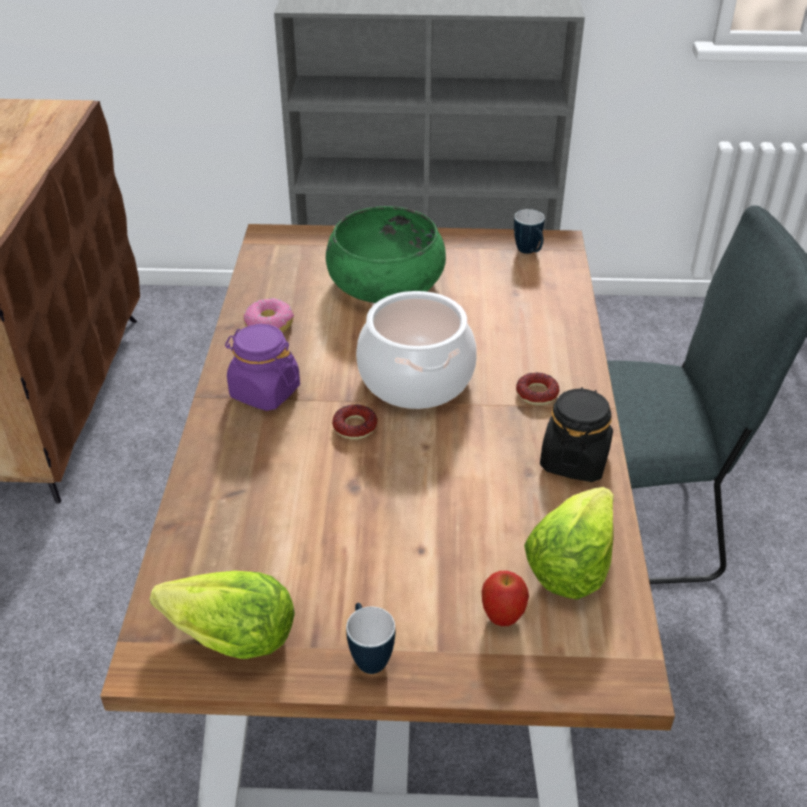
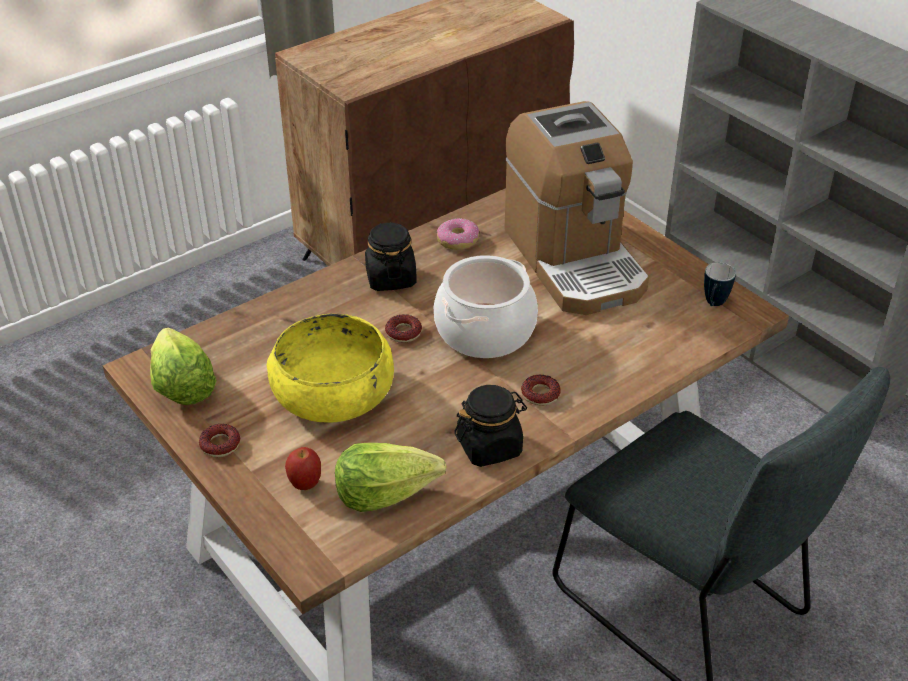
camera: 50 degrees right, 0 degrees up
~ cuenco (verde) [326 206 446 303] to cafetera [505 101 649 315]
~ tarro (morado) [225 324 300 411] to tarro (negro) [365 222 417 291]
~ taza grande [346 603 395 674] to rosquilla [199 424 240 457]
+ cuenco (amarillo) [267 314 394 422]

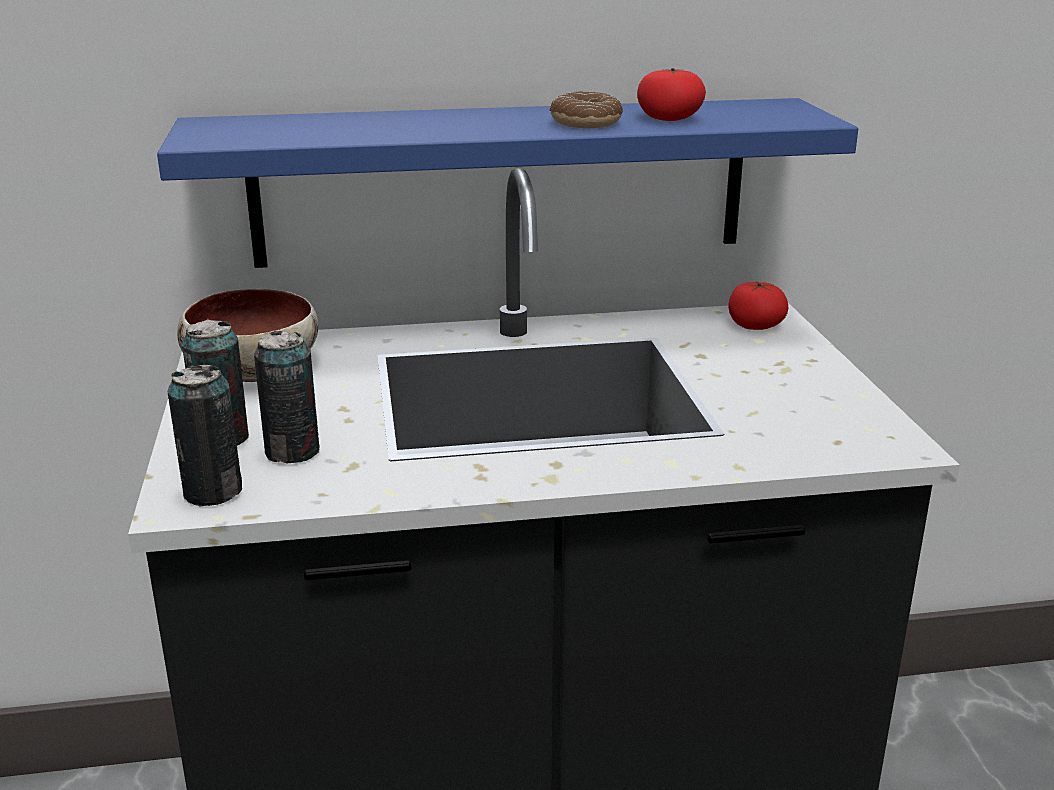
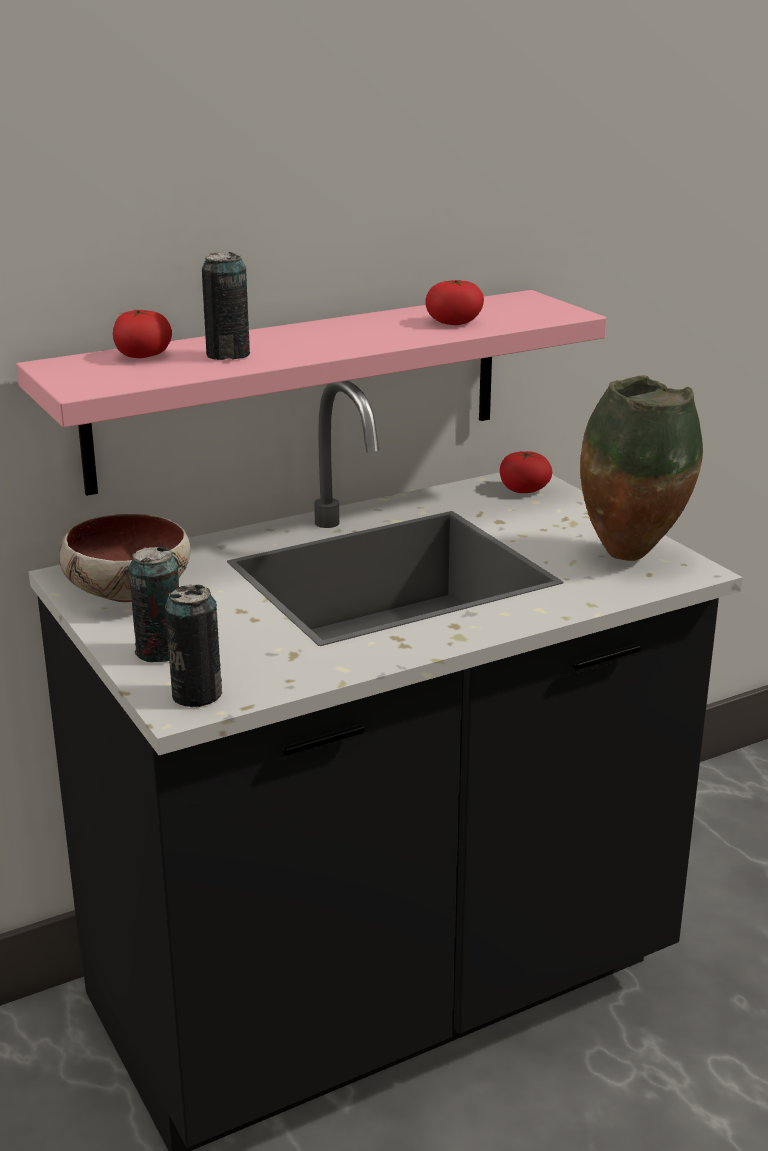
camera: 20 degrees left, 0 degrees up
- rosquilla [550 91 623 128]
~ estante (azul) [157 98 858 268] to estante (rosa) [16 290 607 496]
~ lata [254 331 319 463] to [202 252 250 360]
+ tomate [113 309 172 358]
+ florero [580 376 703 561]

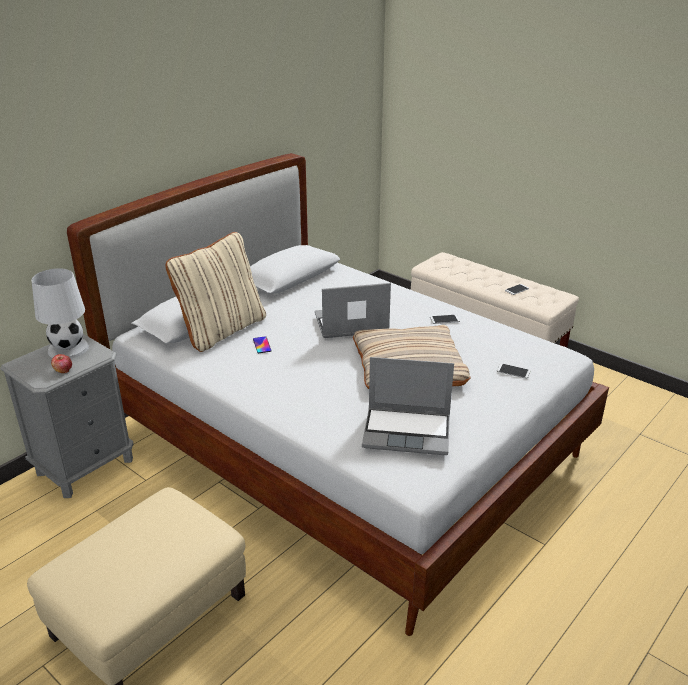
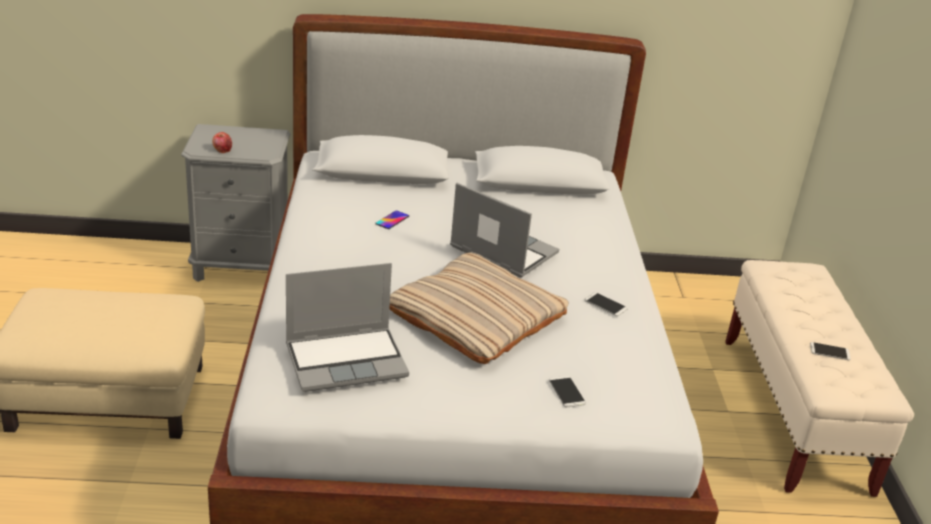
camera: 45 degrees right, 0 degrees up
- cojín (beis) [165 232 266 352]
- lámpara de mesa (blanco) [31 268 89 359]
~ portátil [362 357 454 455] = [286 263 409 392] 75 degrees counterclockwise

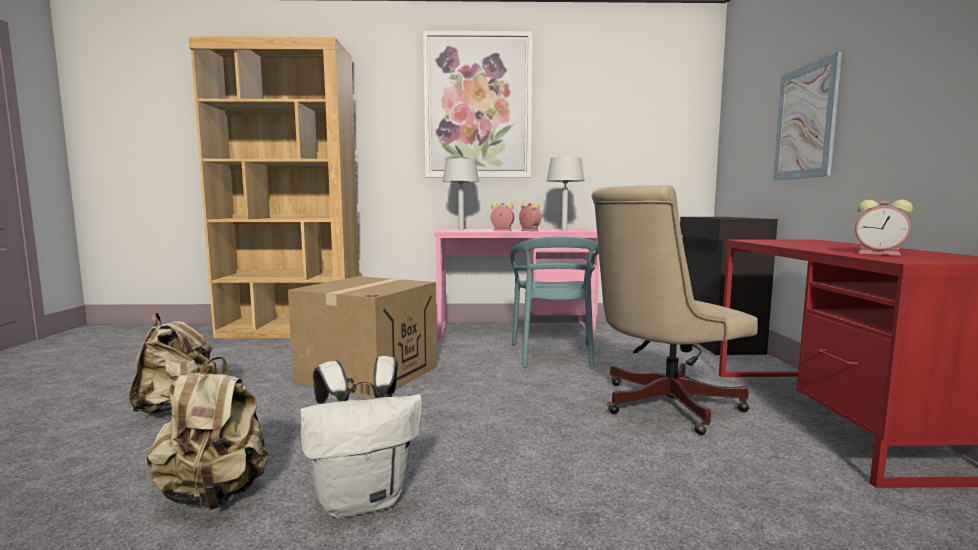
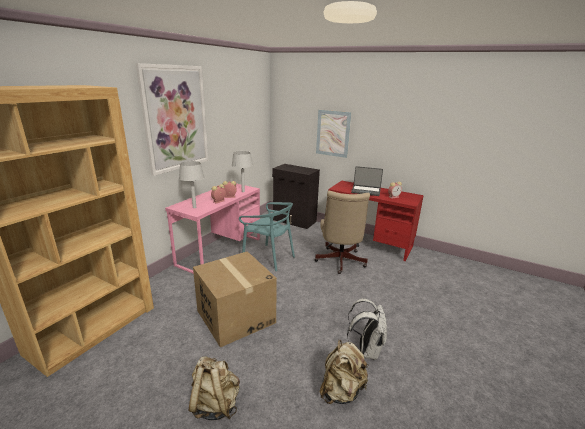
camera: 60 degrees left, 15 degrees up
+ portátil [351 166 383 196]

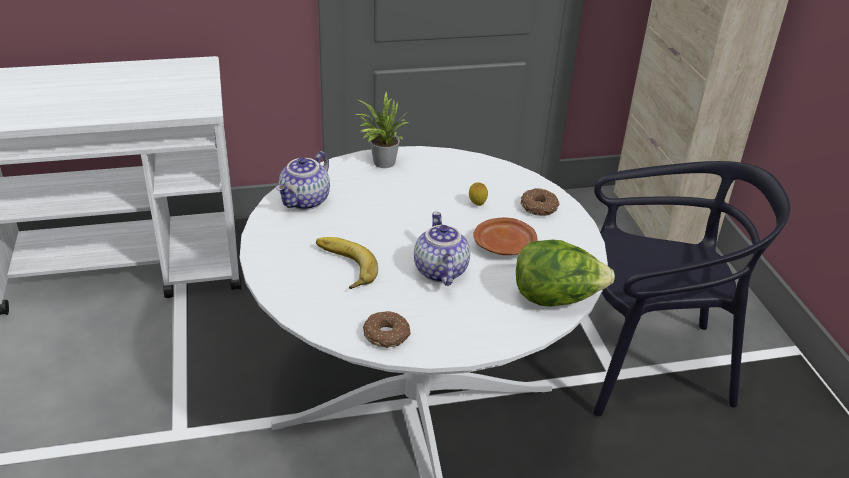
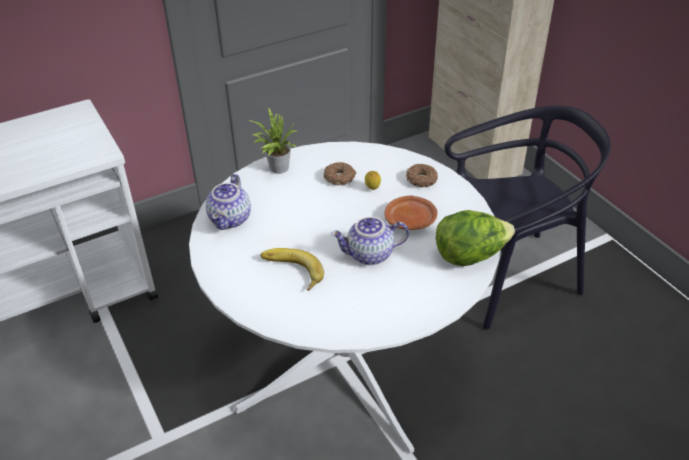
camera: 15 degrees left, 5 degrees up
~ tetera [414 212 470 286] = [331 217 409 265] 75 degrees counterclockwise
~ rosquilla [363 311 411 348] to [324 162 357 185]

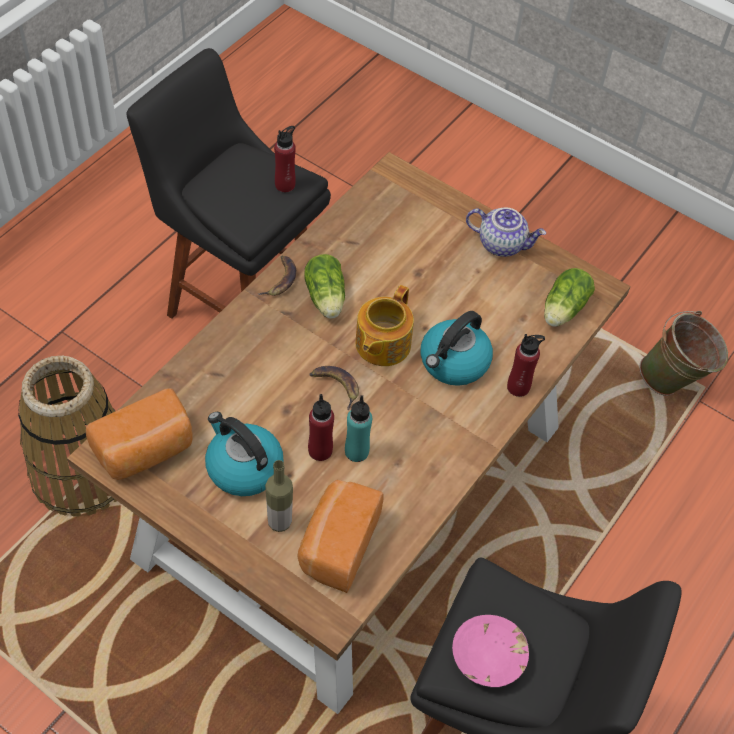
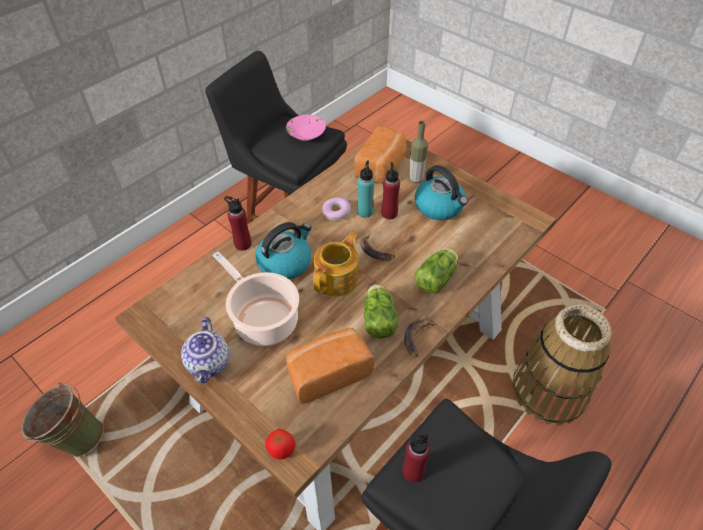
camera: 170 degrees left, 5 degrees down
~ tetera [466 207 546 257] = [181 317 229 383] 120 degrees counterclockwise
~ lechuga [544 268 595 327] to [414 248 458 293]
~ pan [86 388 193 480] to [286 328 374 404]
+ rosquilla [323 198 351 221]
+ olla [213 252 299 346]
+ tomate [265 429 295 459]

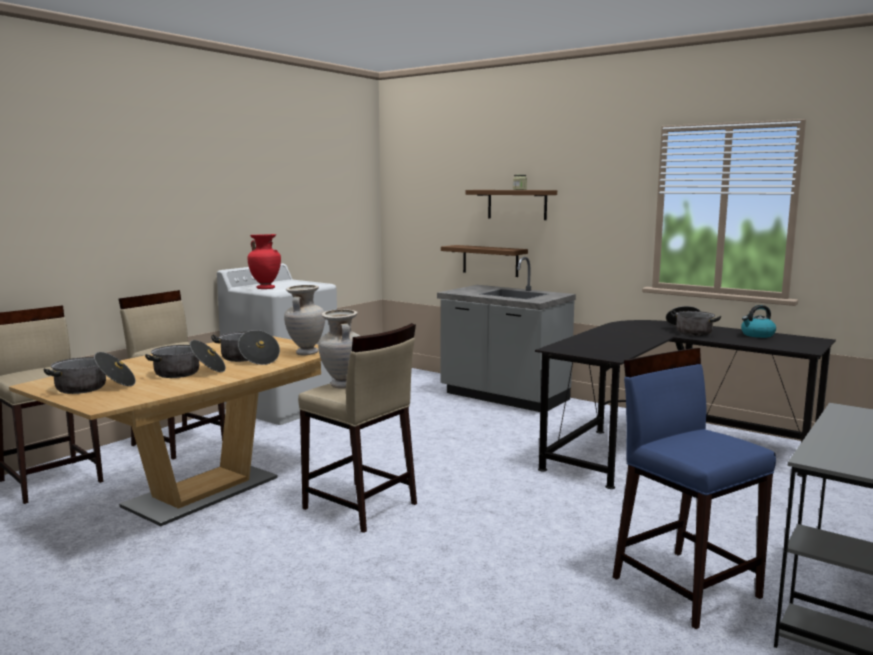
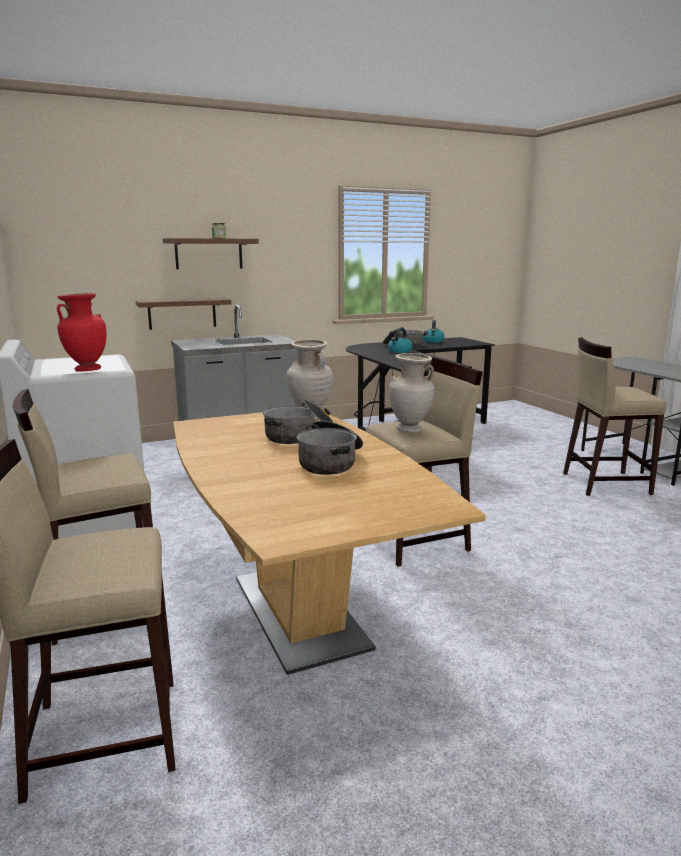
camera: 60 degrees left, 5 degrees up
~ taburete (azul) [613 348 776 629] to taburete (beis) [563 337 667 496]
- olla [44 352 136 394]
+ hervidor [388 328 413 353]

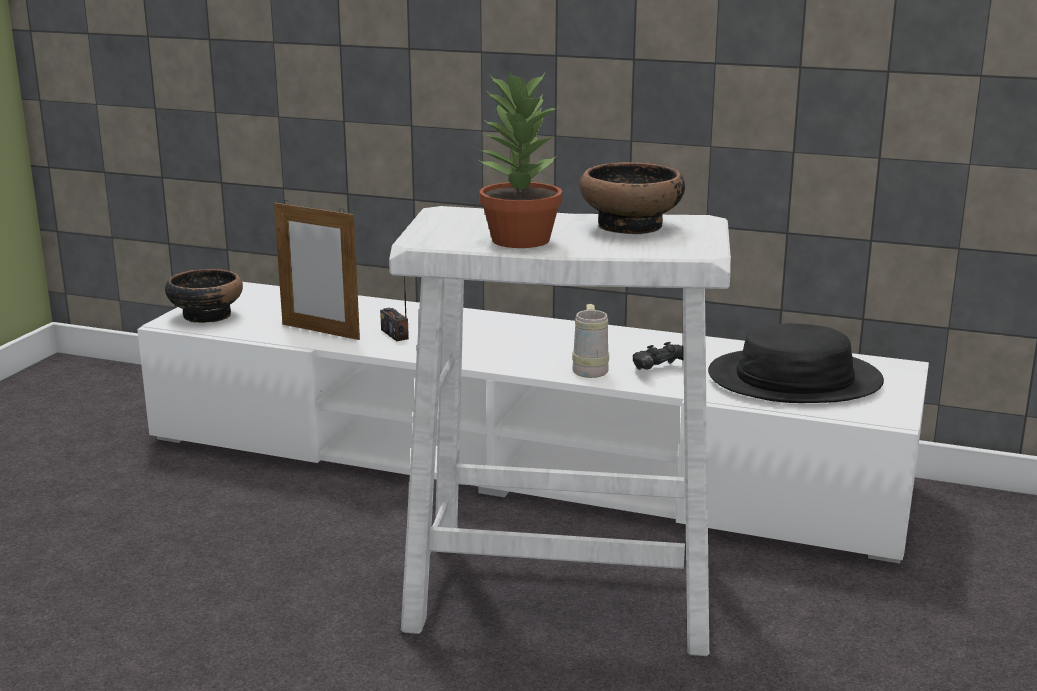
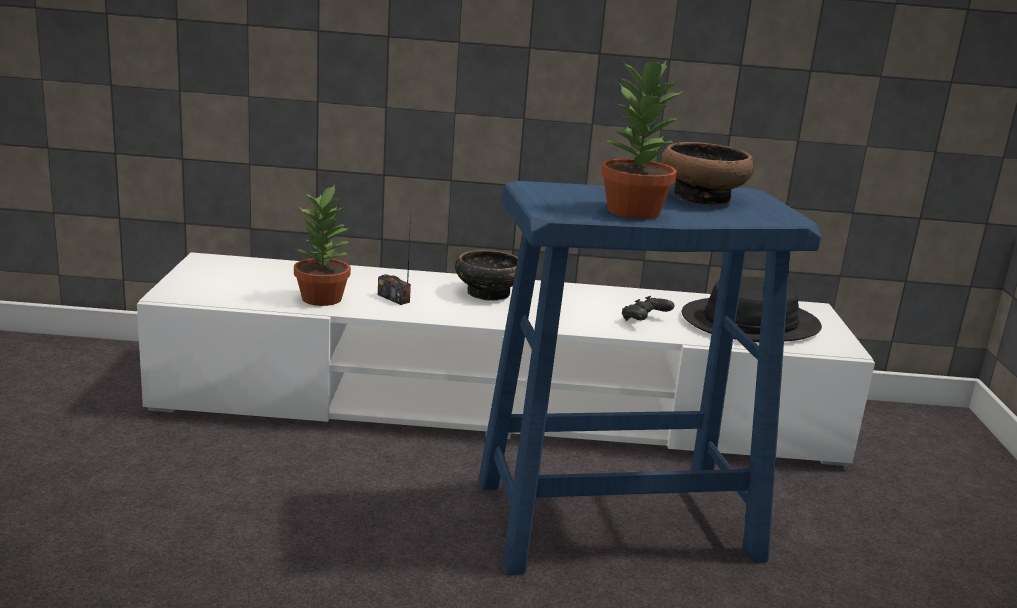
camera: 20 degrees left, 0 degrees up
~ portarretratos [274 200 360 340] to planta en maceta [294 184 351 306]
~ taburete (blanco) [389 206 731 656] to taburete (azul) [479 181 821 575]
~ cuenco [165 269 243 323] to [455 250 518 301]
- taza grande (beis) [572 304 609 378]

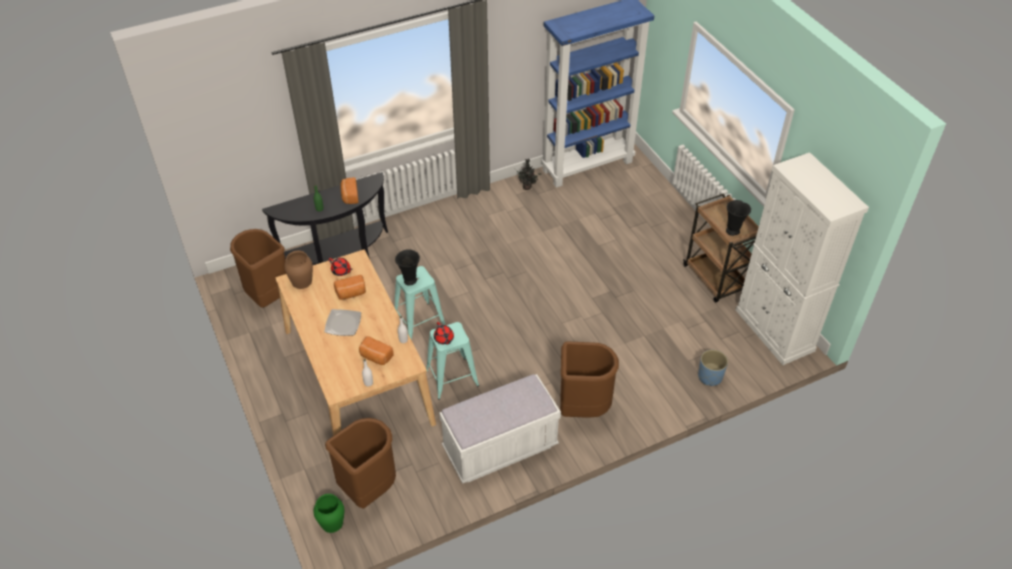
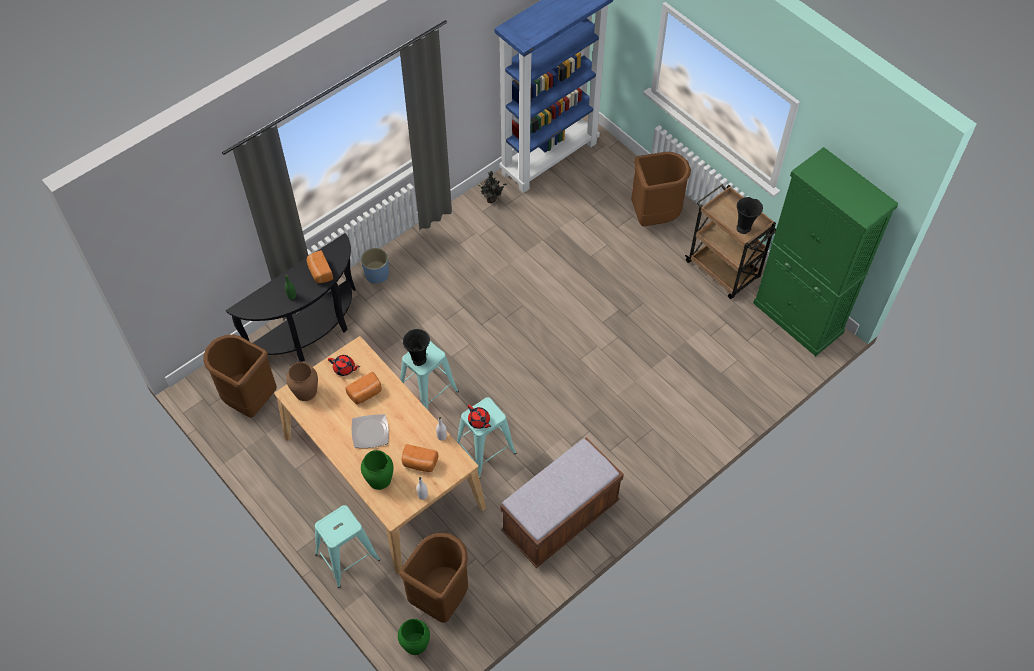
camera: 15 degrees left, 10 degrees up
~ armario (blanco) [736 152 869 365] to armario (verde) [753 147 899 356]
~ papelera (marrón) [560 341 619 418] to [631 152 691 227]
~ maceta (azul) [698 350 728 386] to [361 248 389 284]
~ banco (blanco) [439 374 561 484] to banco (marrón) [500 437 624 568]
+ florero (verde) [361 450 394 490]
+ taburete (turquesa) [315 505 380 588]

